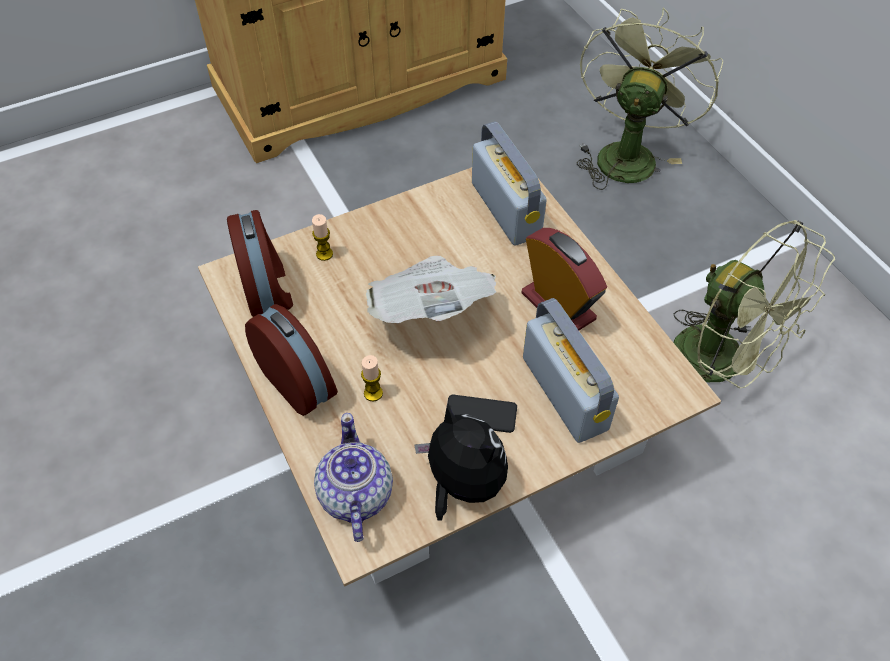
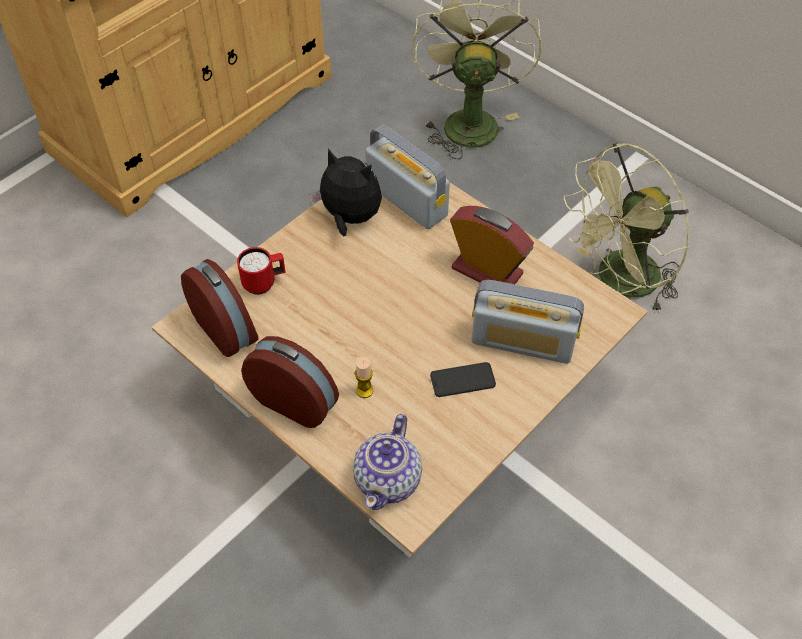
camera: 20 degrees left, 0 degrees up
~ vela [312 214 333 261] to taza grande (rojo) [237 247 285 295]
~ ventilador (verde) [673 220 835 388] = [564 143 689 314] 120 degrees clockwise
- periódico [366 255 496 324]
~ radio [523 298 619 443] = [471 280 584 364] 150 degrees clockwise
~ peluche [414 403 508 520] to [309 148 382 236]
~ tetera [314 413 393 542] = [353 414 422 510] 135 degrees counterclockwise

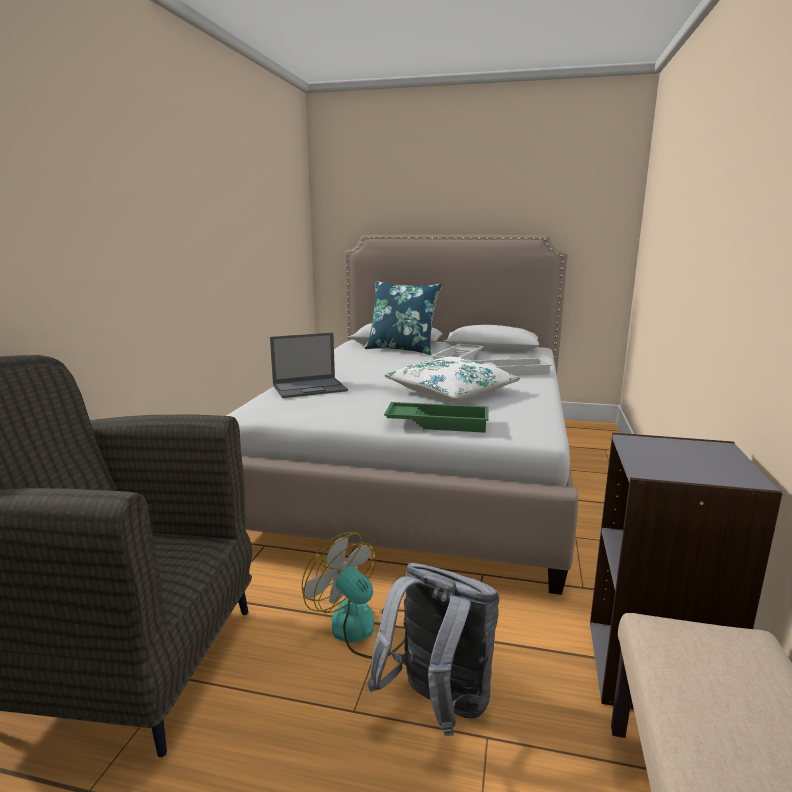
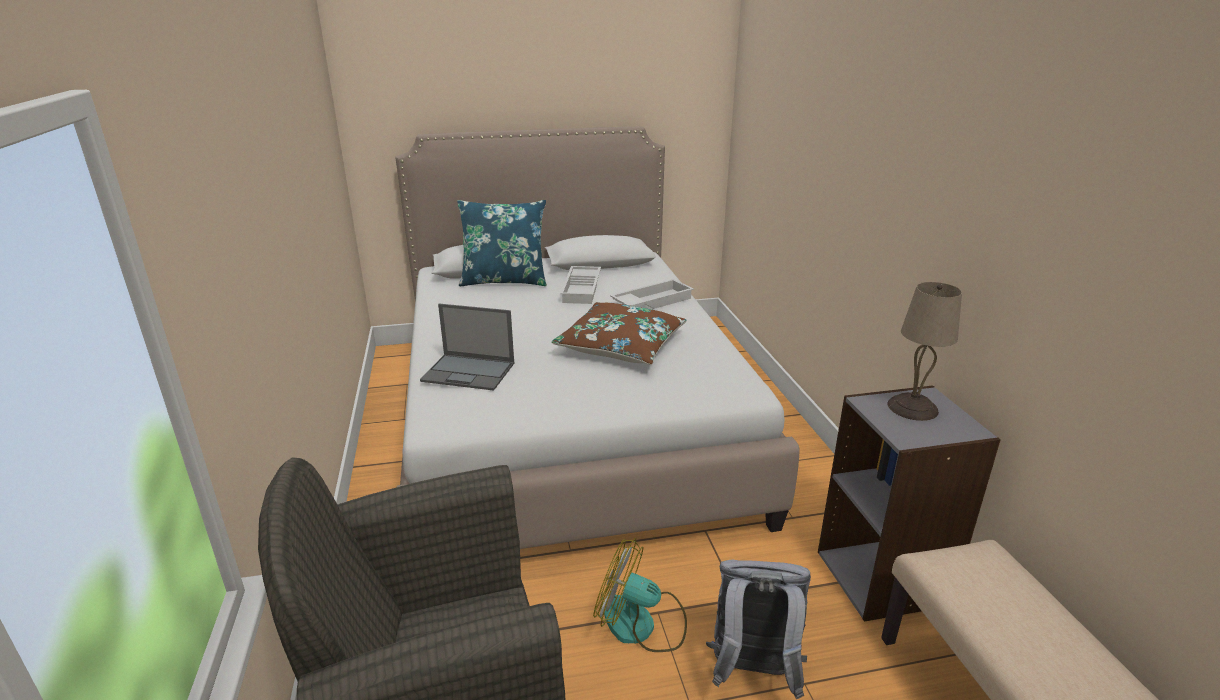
camera: 25 degrees left, 10 degrees up
~ portátil [270 333 348 398] = [420 304 514 391] 60 degrees clockwise
~ cojín (blanco) [385 357 520 401] to cojín (marrón) [552 302 687 365]
- bandeja (verde) [384 402 489 433]
+ lámpara de mesa (beis) [887 282 962 421]

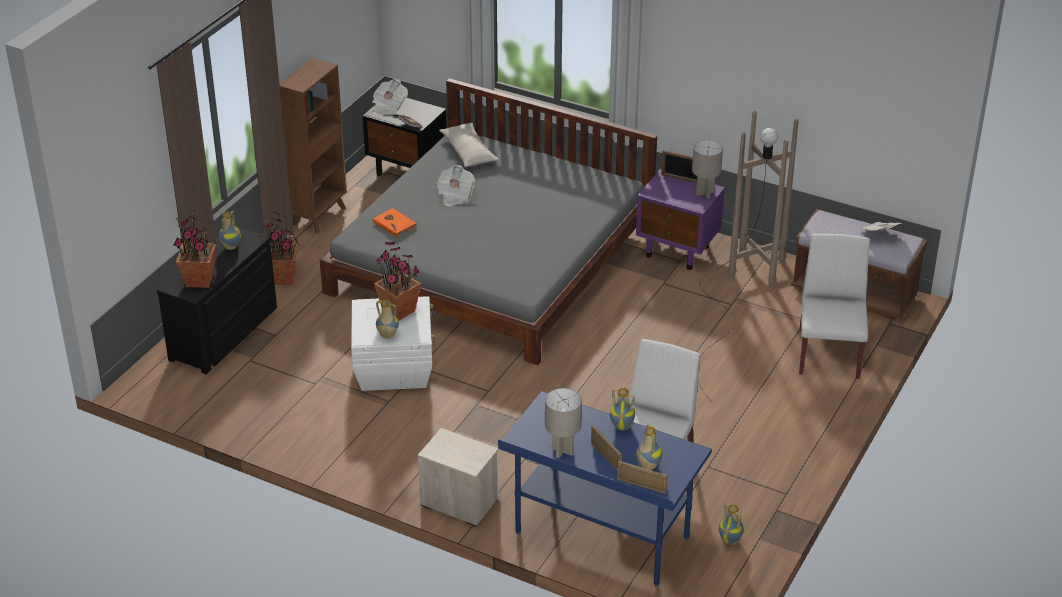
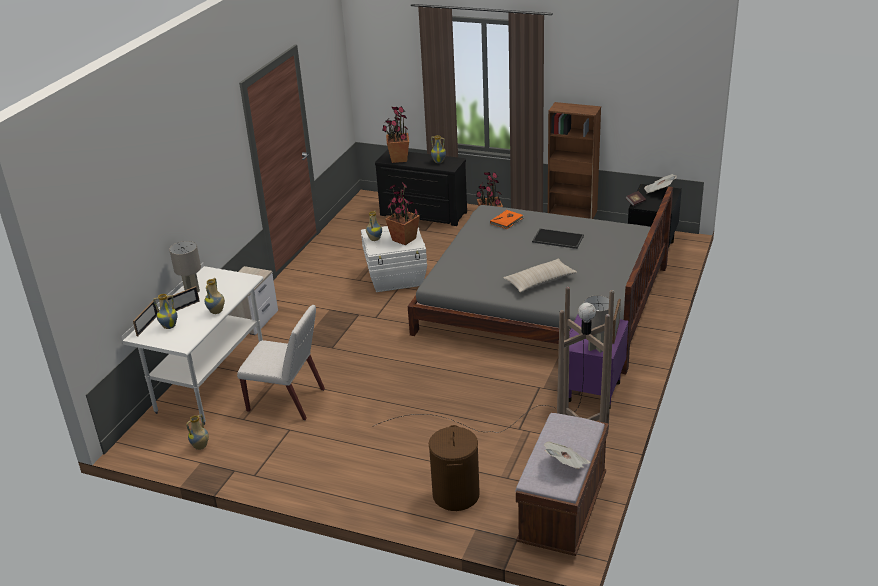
camera: 85 degrees right, 5 degrees down
~ cojín (beis) [439 123 499 167] to [503 259 577 292]
~ periódico [436 165 475 206] to bandeja [532 228 584 249]
~ silla (blanco) [799 234 869 379] to cesto de la ropa (marrón) [429 425 480 511]
~ escritorio (azul) [498 391 712 587] to escritorio (blanco) [121 263 264 425]

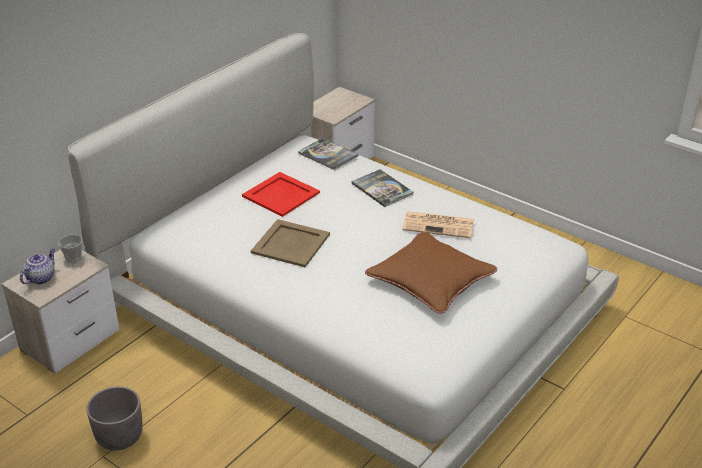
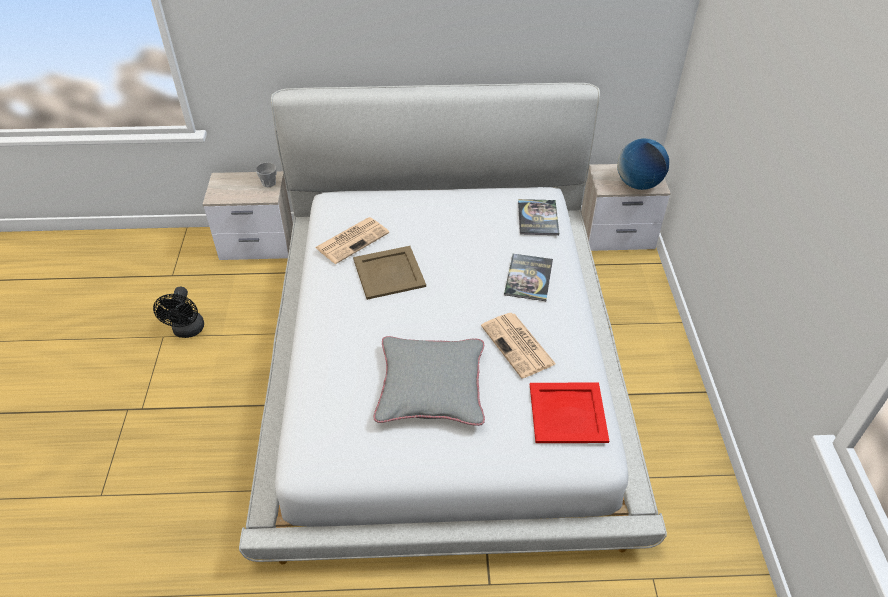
camera: 50 degrees right, 10 degrees up
~ bandeja (rojo) [242 172 320 217] to [530 383 609 443]
~ cojín (marrón) [365 232 497 314] to cojín (gris) [373 336 485 426]
- tetera [20 249 55 284]
~ maceta (gris) [86 386 143 451] to ventilador (negro) [153 287 204 338]
+ globo terráqueo [617 138 669 190]
+ periódico [315 217 389 264]

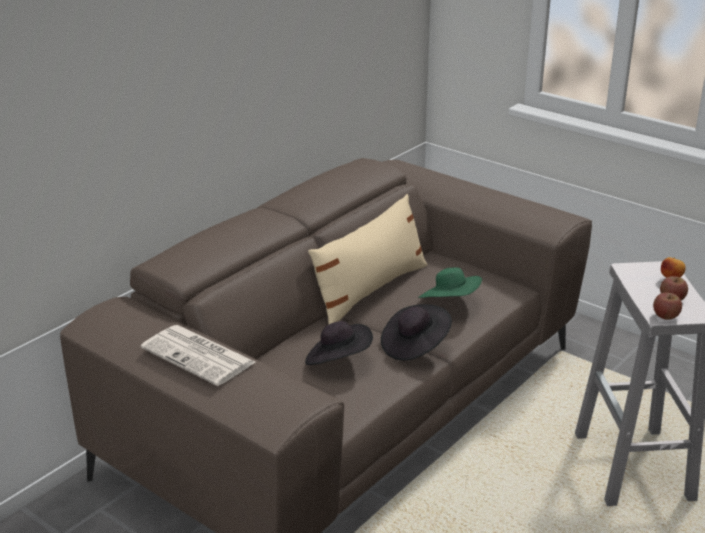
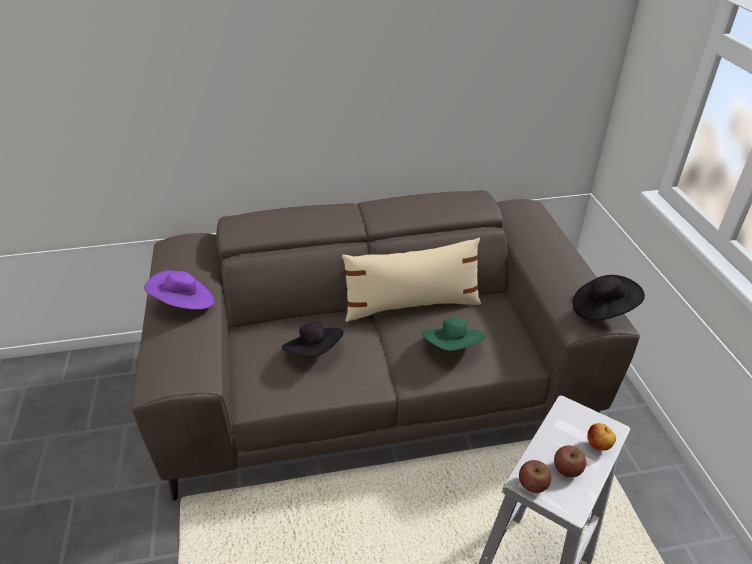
camera: 40 degrees right, 10 degrees up
~ sombrero (negro) [381 304 452 360] to [573 275 645 320]
~ periódico [141 325 255 386] to sombrero (morado) [144 270 214 310]

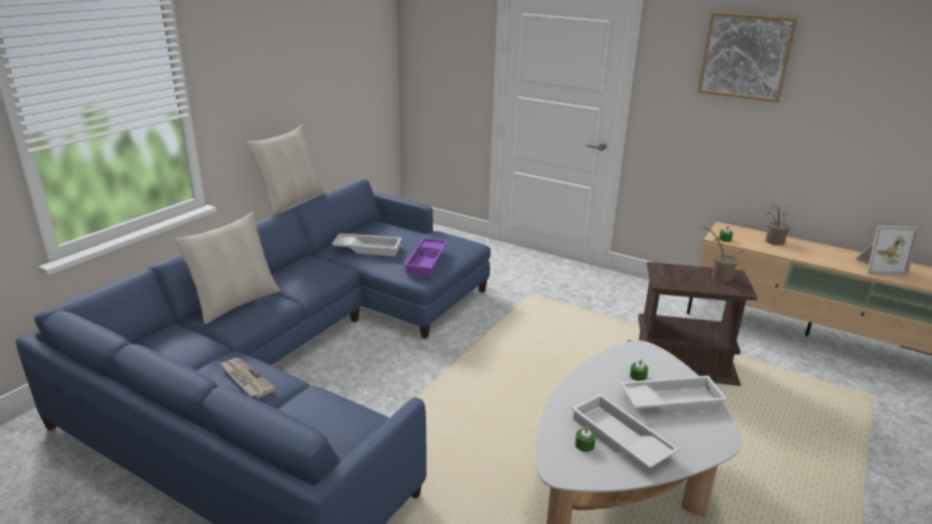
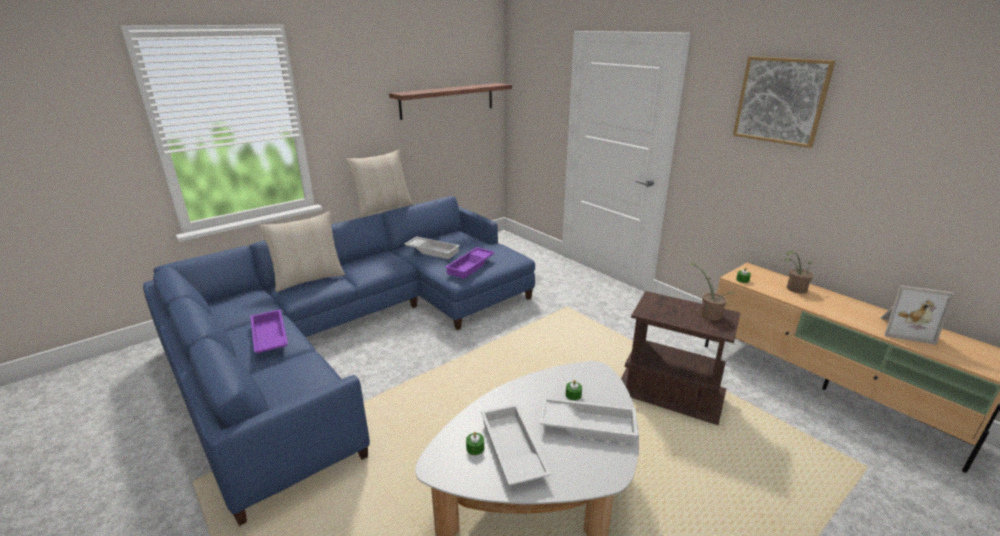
camera: 20 degrees right, 0 degrees up
~ periódico [220 358 276 398] to bandeja (morado) [250 309 288 353]
+ estante [389 83 512 120]

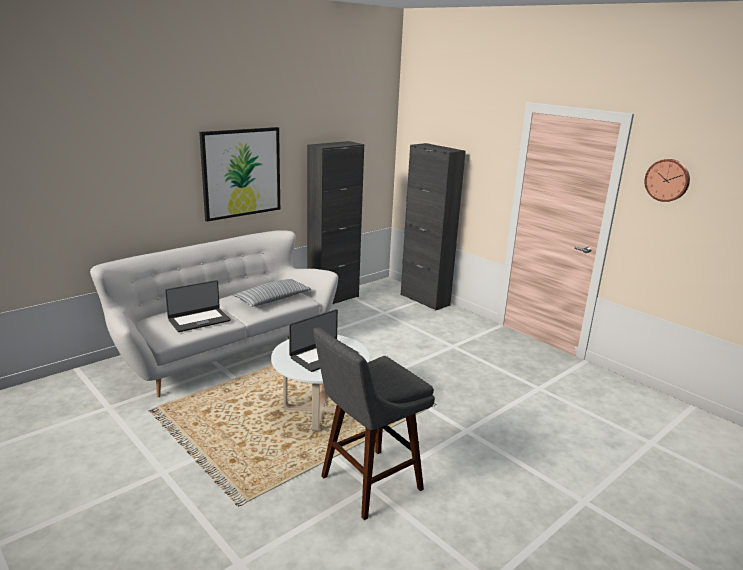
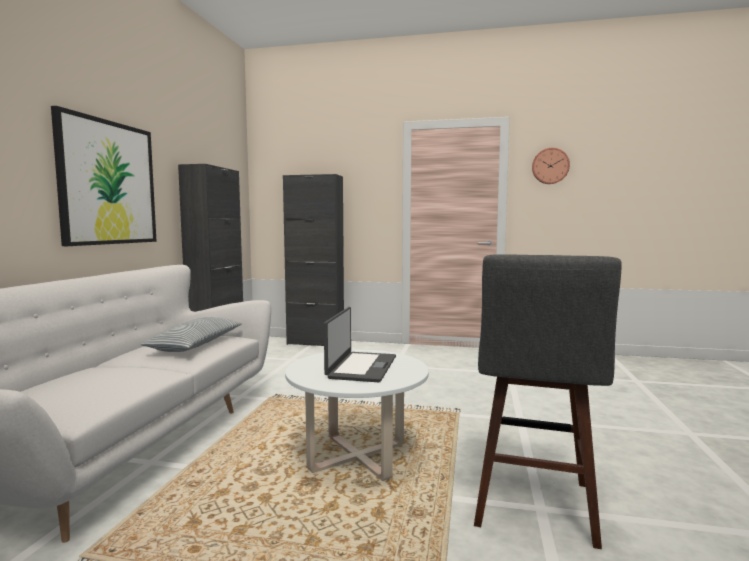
camera: 35 degrees left, 15 degrees down
- portátil [165 280 231 332]

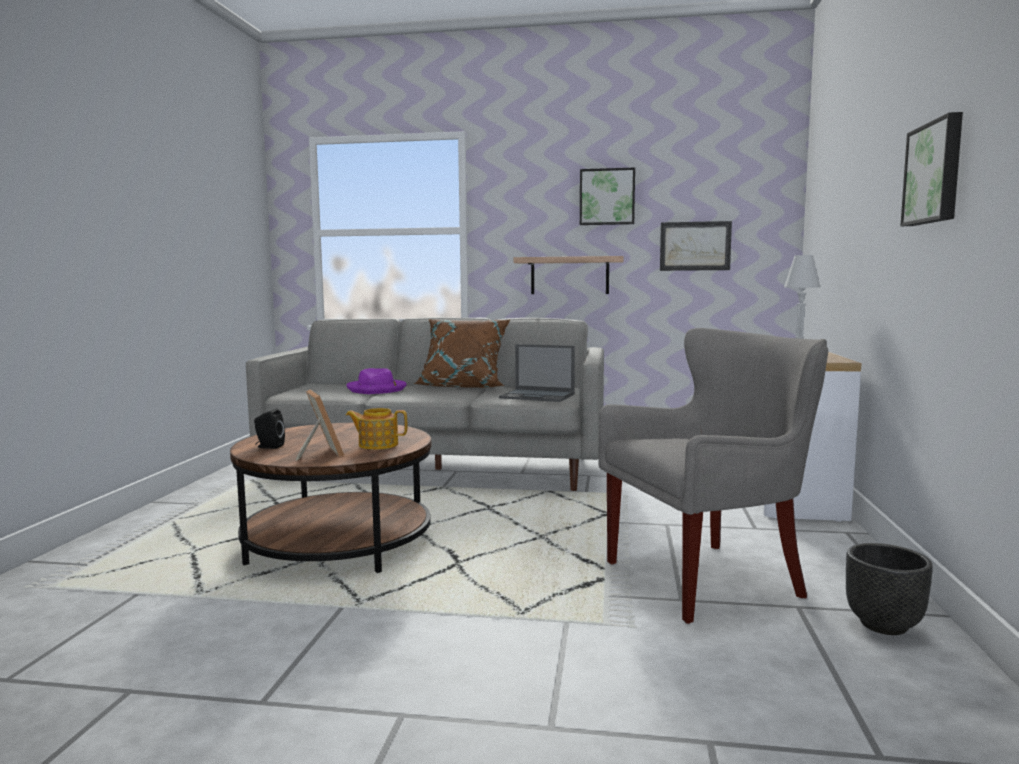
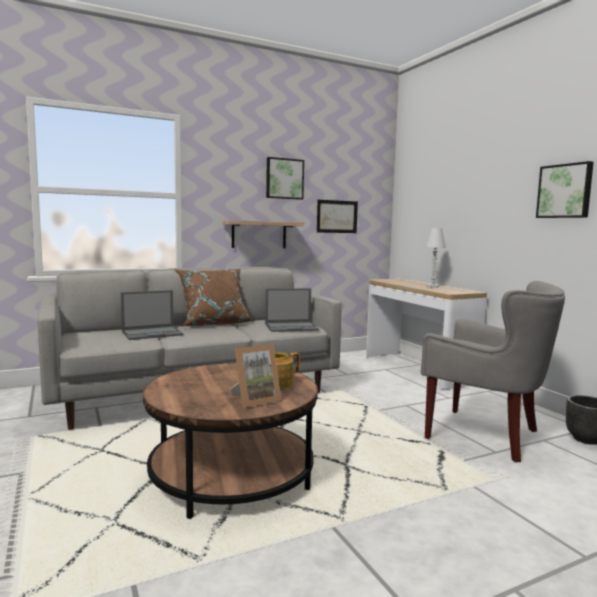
camera: 35 degrees left, 0 degrees up
~ sillón (gris) [598 328 828 624] = [421 281 565 463] 90 degrees clockwise
~ sombrero (morado) [346 368 407 394] to portátil [121 290 183 340]
~ portarretratos [295 389 344 461] = [230 344 282 408] 120 degrees clockwise
- altavoz (negro) [254 408 285 449]

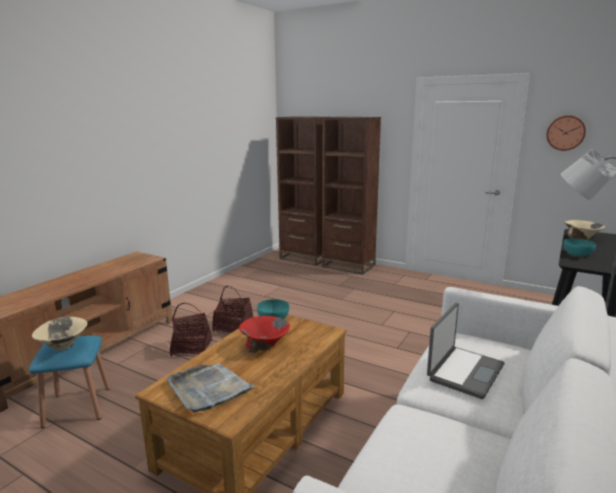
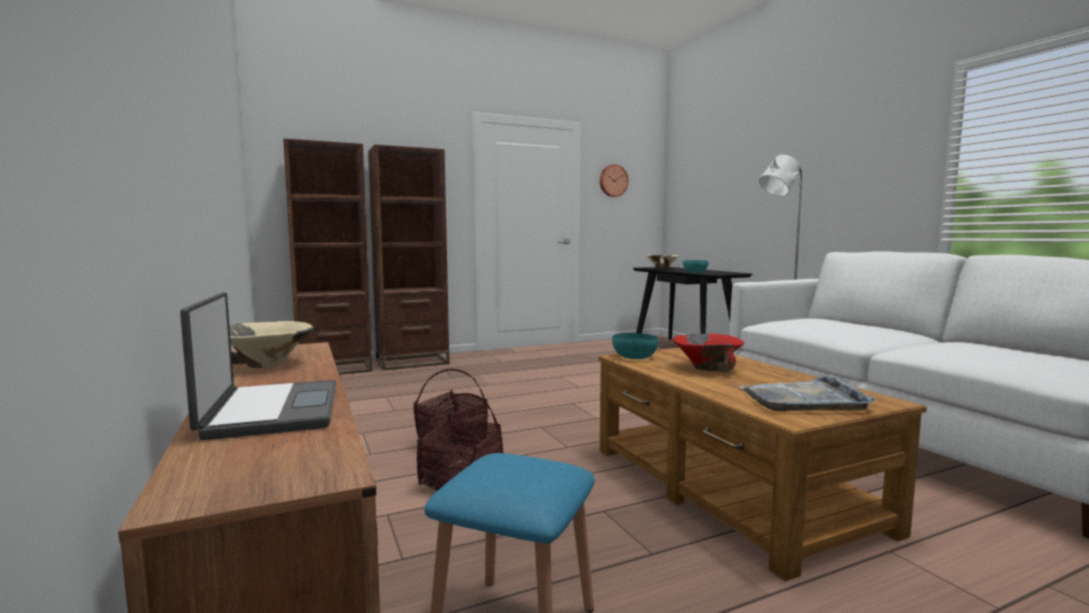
camera: 55 degrees left, 10 degrees down
~ portátil [427 303 505 399] to [180 292 336 440]
~ cuenco (beis) [32 317 87 351] to [229 321 313 368]

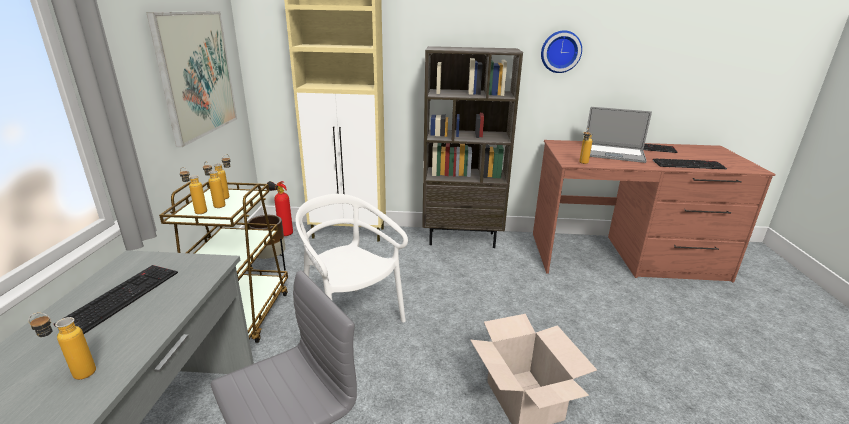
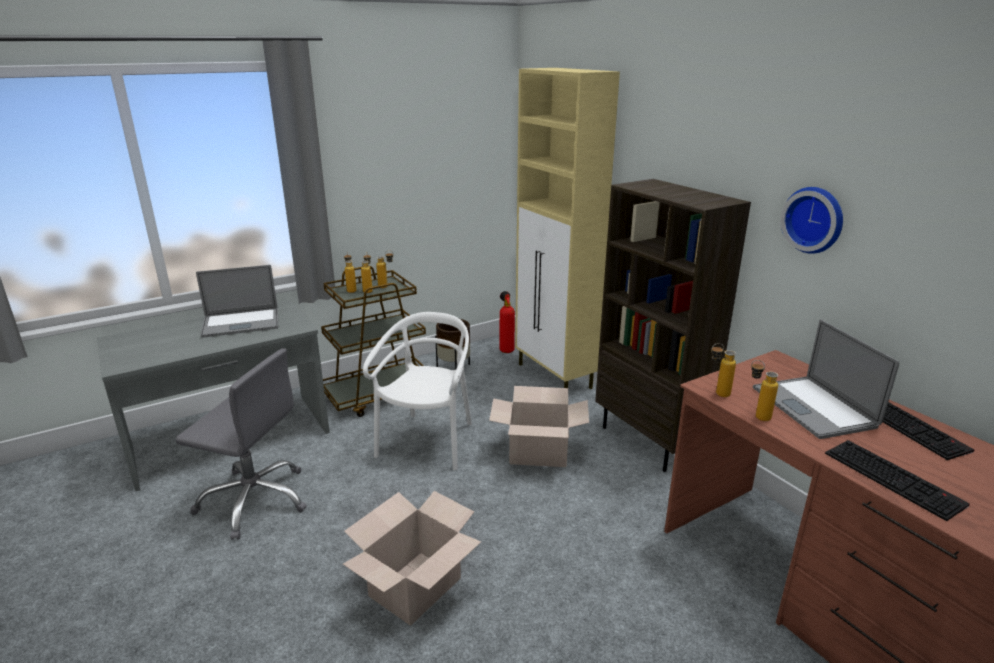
camera: 55 degrees right, 0 degrees up
- cuadro [146 11 237 147]
~ teclado [54 265 178 334] to portátil [196 265 278 338]
~ botella [28 313 96 380] to [751 360 778 421]
+ caja de cartón [489 386 589 467]

